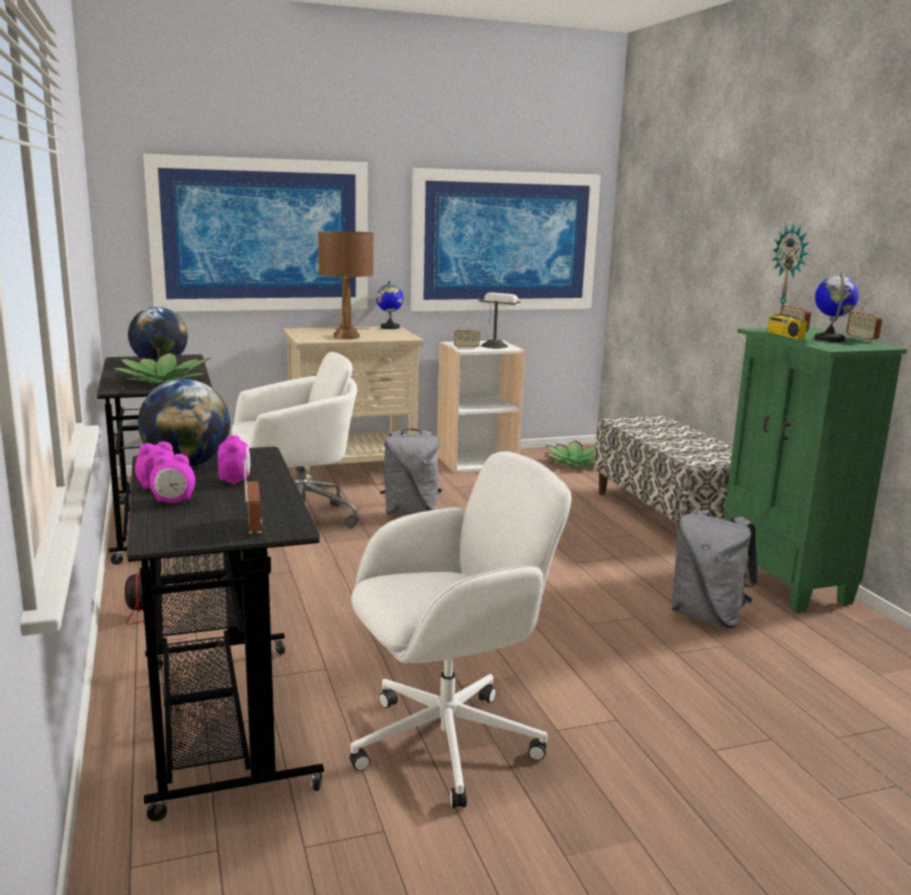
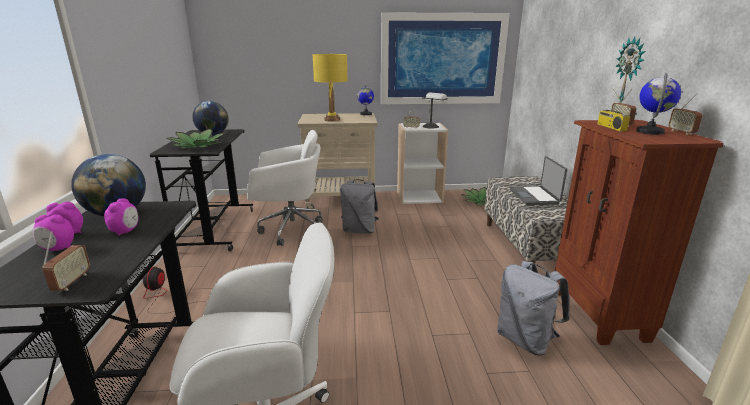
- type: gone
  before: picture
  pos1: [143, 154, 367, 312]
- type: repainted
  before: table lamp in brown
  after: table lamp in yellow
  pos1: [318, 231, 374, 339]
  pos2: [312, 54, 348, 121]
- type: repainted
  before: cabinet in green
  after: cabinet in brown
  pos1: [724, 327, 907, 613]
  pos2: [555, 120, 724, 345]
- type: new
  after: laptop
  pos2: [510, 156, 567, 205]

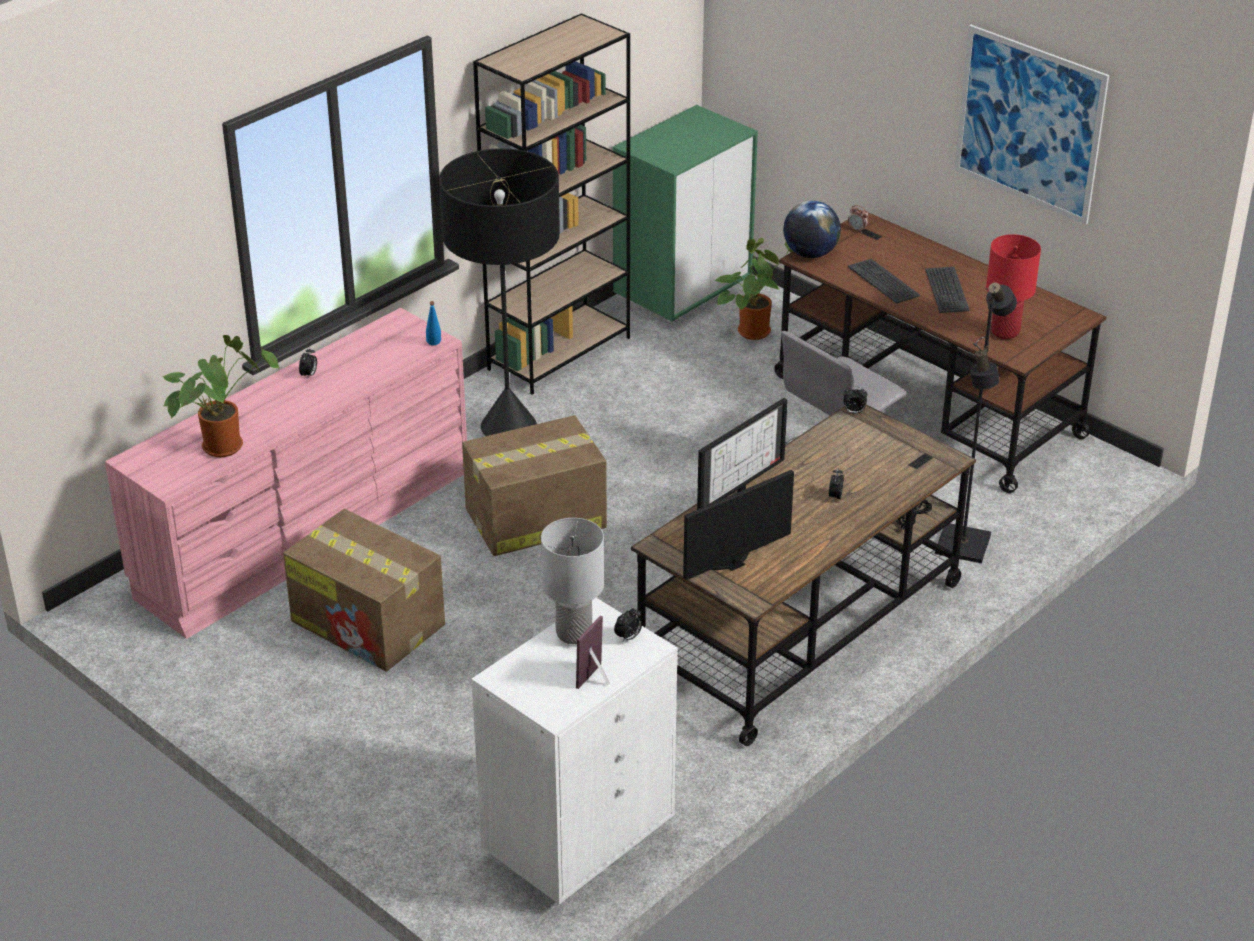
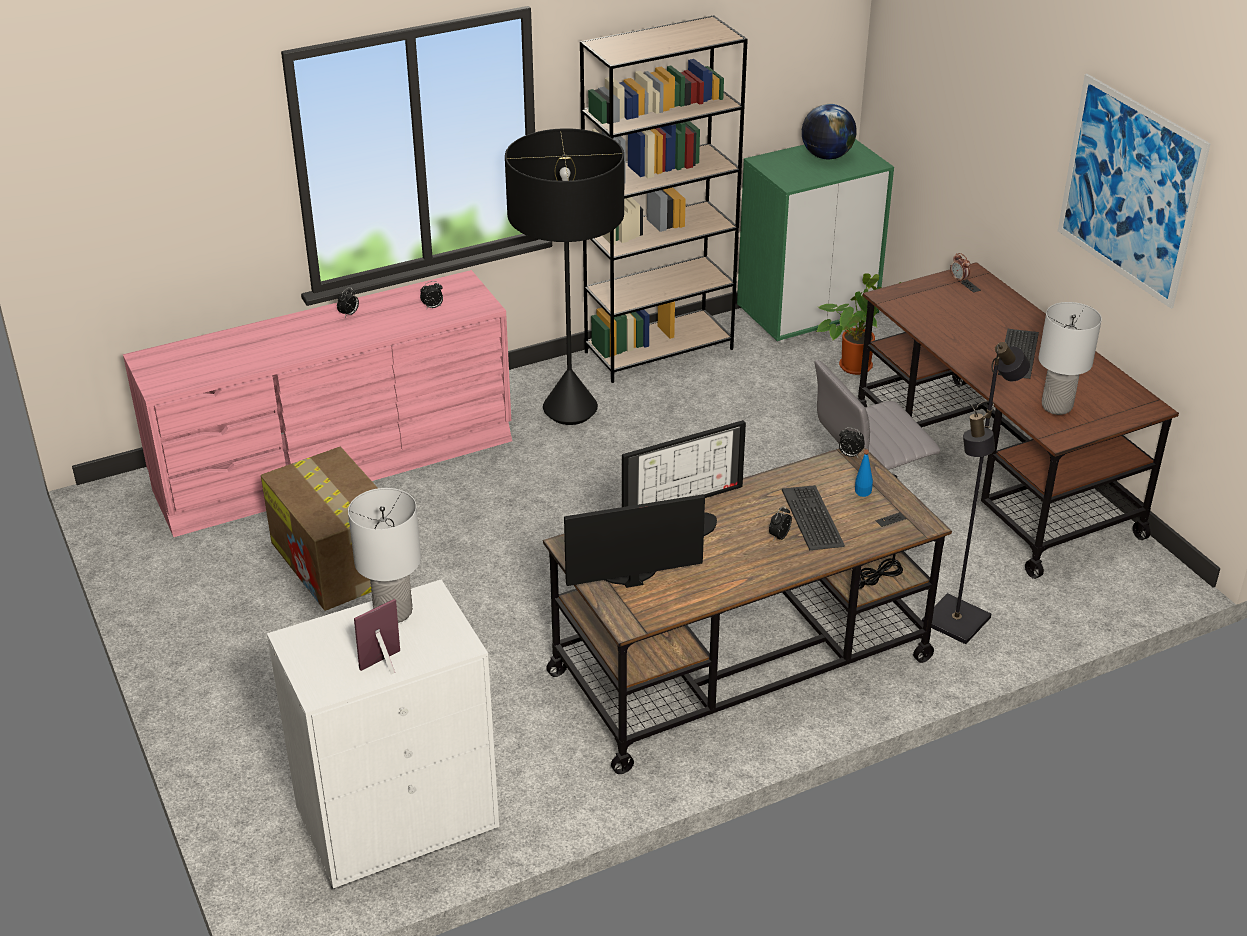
- type: gone
  before: potted plant
  pos1: [163, 335, 279, 457]
- type: shifted
  before: bottle in blue
  pos1: [426, 301, 441, 345]
  pos2: [855, 449, 873, 497]
- type: gone
  before: cardboard box
  pos1: [462, 415, 607, 556]
- type: shifted
  before: alarm clock
  pos1: [614, 607, 642, 642]
  pos2: [420, 281, 443, 309]
- type: shifted
  before: globe
  pos1: [783, 201, 841, 258]
  pos2: [802, 104, 857, 160]
- type: shifted
  before: keyboard
  pos1: [848, 259, 920, 304]
  pos2: [782, 485, 845, 550]
- type: repainted
  before: table lamp in red
  after: table lamp in grey
  pos1: [986, 234, 1041, 339]
  pos2: [1038, 302, 1102, 415]

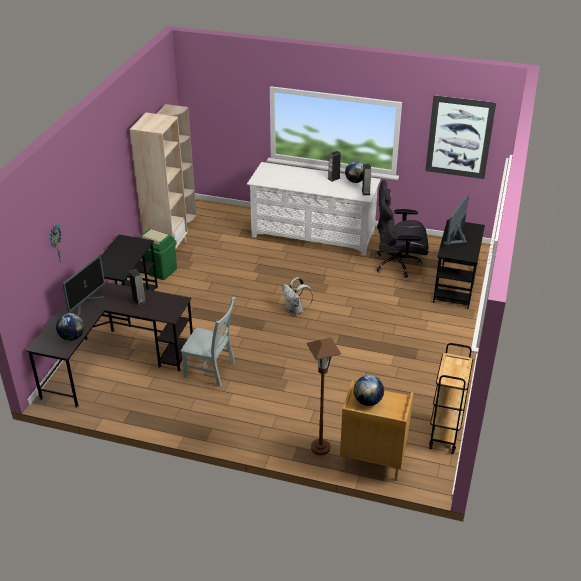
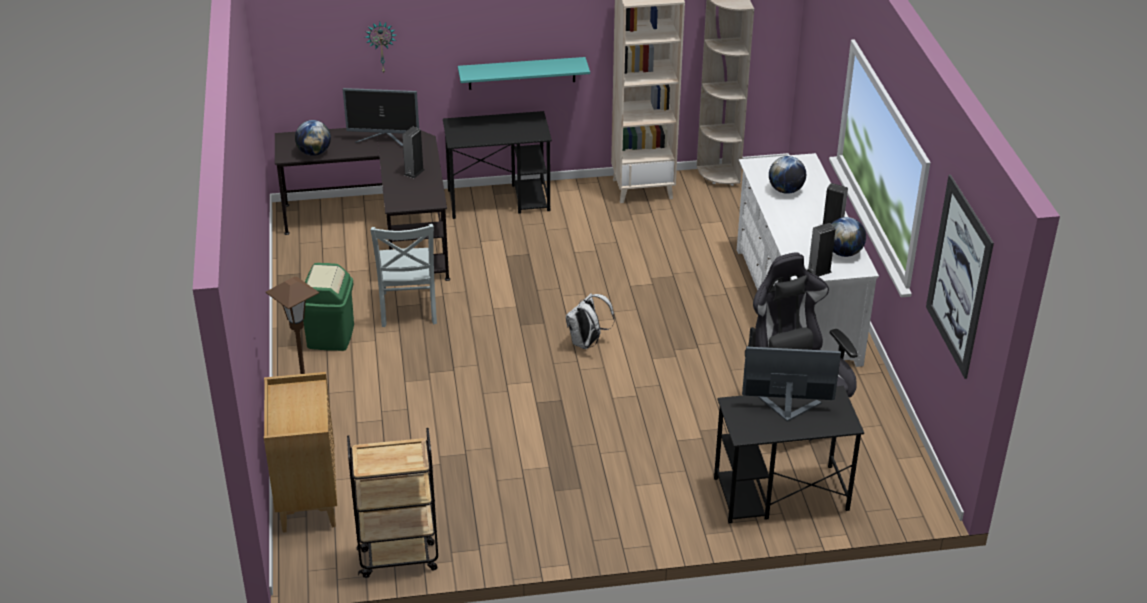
- type: shifted
  before: trash can in green
  pos1: [141, 229, 177, 280]
  pos2: [303, 263, 354, 351]
- type: shifted
  before: globe
  pos1: [354, 375, 384, 406]
  pos2: [769, 156, 806, 194]
- type: new
  after: shelf in turquoise
  pos2: [458, 57, 590, 90]

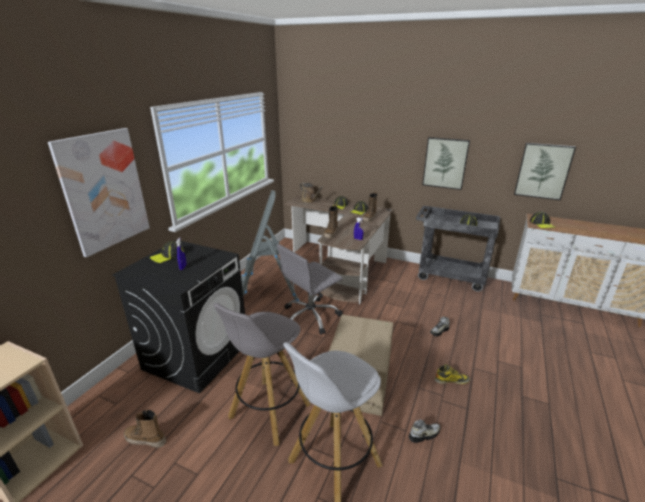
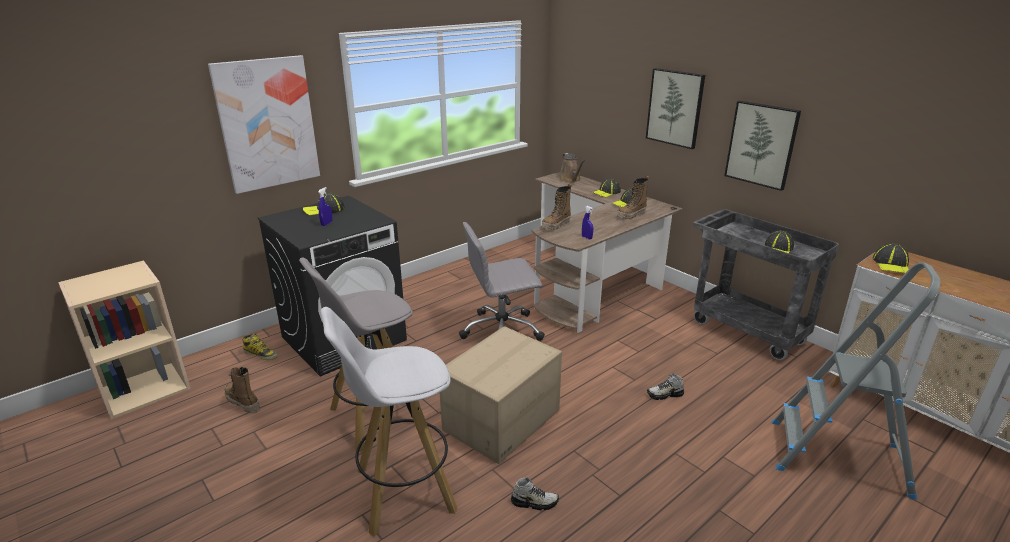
- type: shifted
  before: step ladder in grey
  pos1: [241, 190, 299, 301]
  pos2: [772, 262, 941, 500]
- type: shifted
  before: boot
  pos1: [435, 364, 470, 384]
  pos2: [242, 333, 278, 360]
- type: shifted
  before: picture
  pos1: [514, 143, 576, 200]
  pos2: [646, 68, 705, 149]

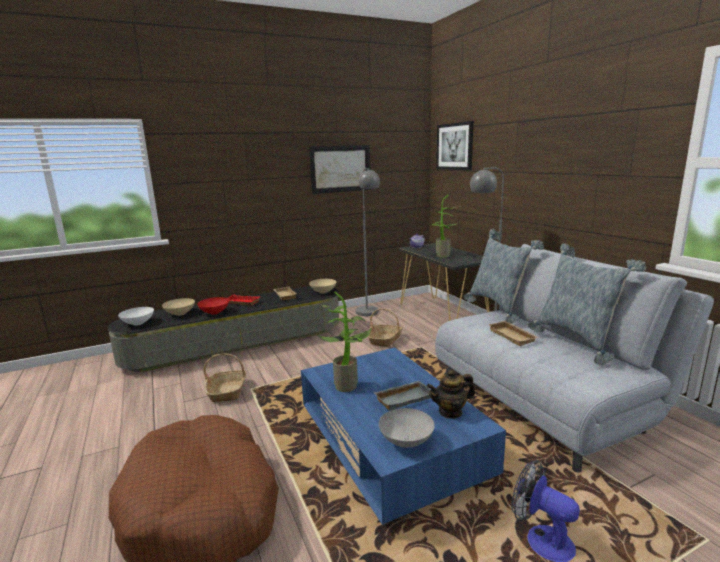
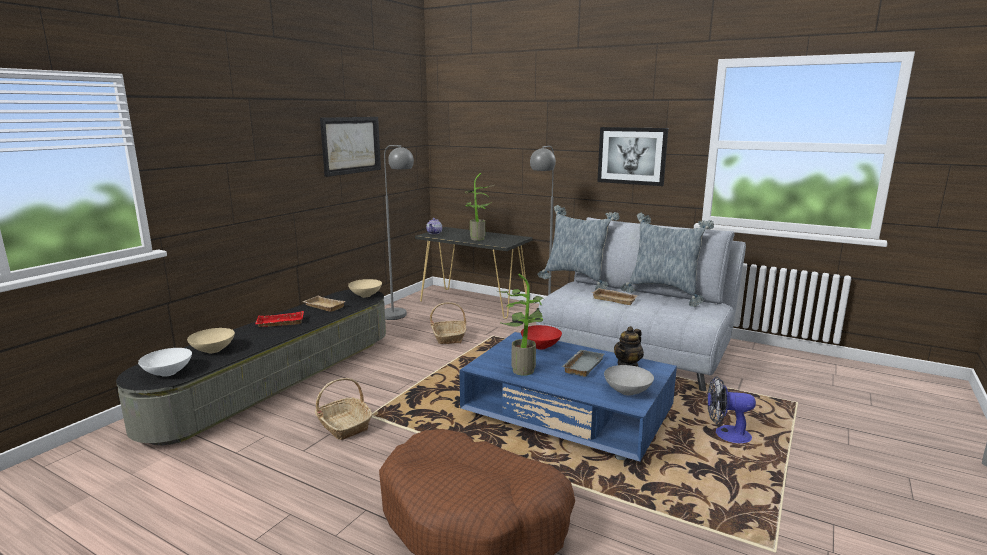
- type: shifted
  before: bowl in red
  pos1: [197, 297, 229, 315]
  pos2: [521, 325, 562, 349]
- type: shifted
  before: picture
  pos1: [436, 121, 474, 170]
  pos2: [597, 127, 668, 186]

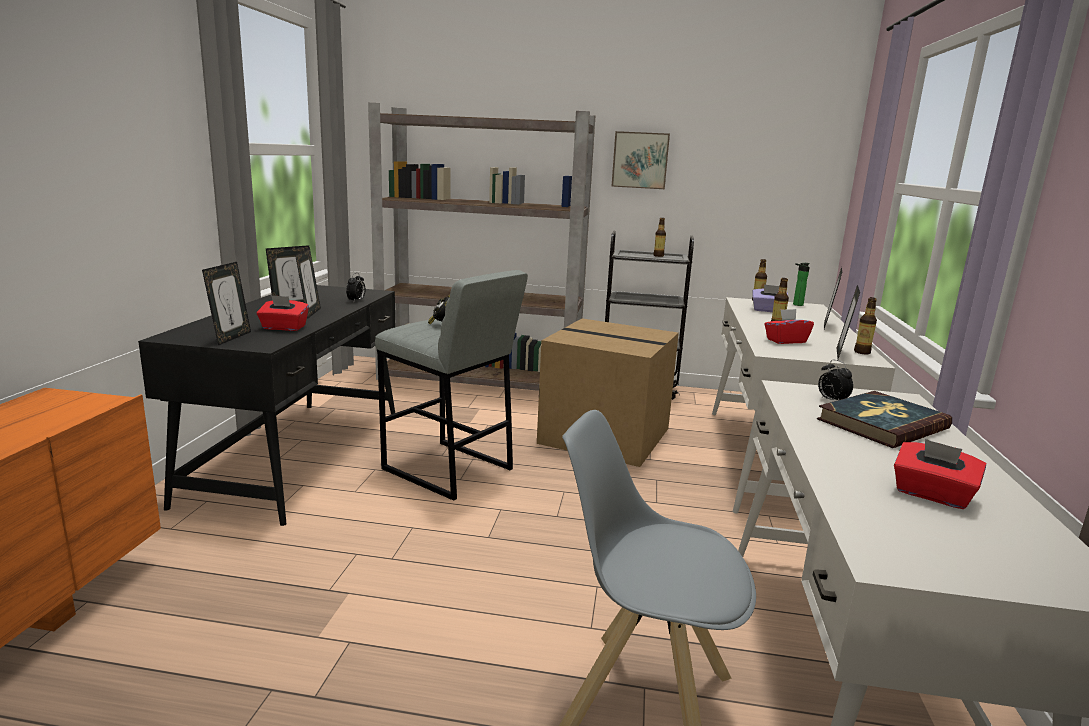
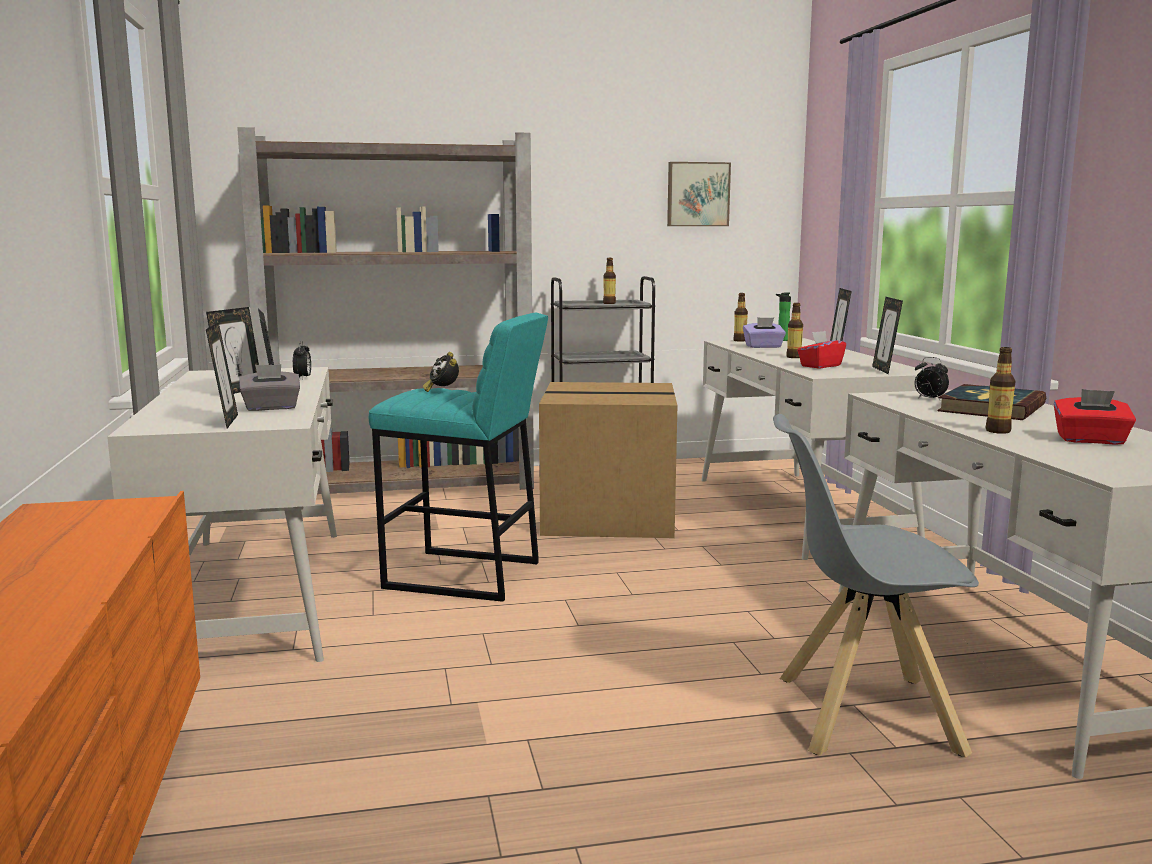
- type: repainted
  before: desk in black
  after: desk in white
  pos1: [138, 285, 395, 526]
  pos2: [107, 367, 337, 662]
- type: repainted
  before: tissue box in red
  after: tissue box in grey
  pos1: [257, 295, 309, 331]
  pos2: [239, 364, 300, 411]
- type: repainted
  before: stool in grey
  after: stool in turquoise
  pos1: [375, 270, 528, 501]
  pos2: [369, 312, 548, 602]
- type: shifted
  before: picture
  pos1: [611, 131, 670, 189]
  pos2: [667, 162, 731, 226]
- type: shifted
  before: bottle
  pos1: [854, 297, 877, 354]
  pos2: [986, 347, 1015, 434]

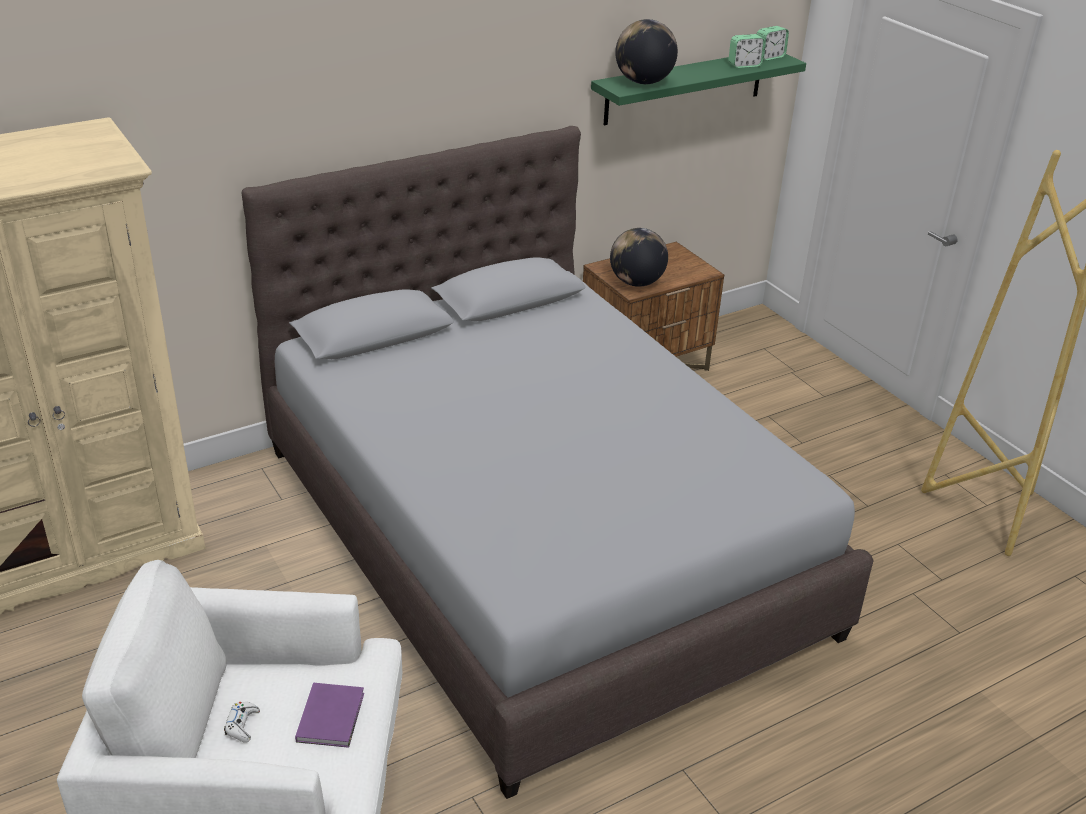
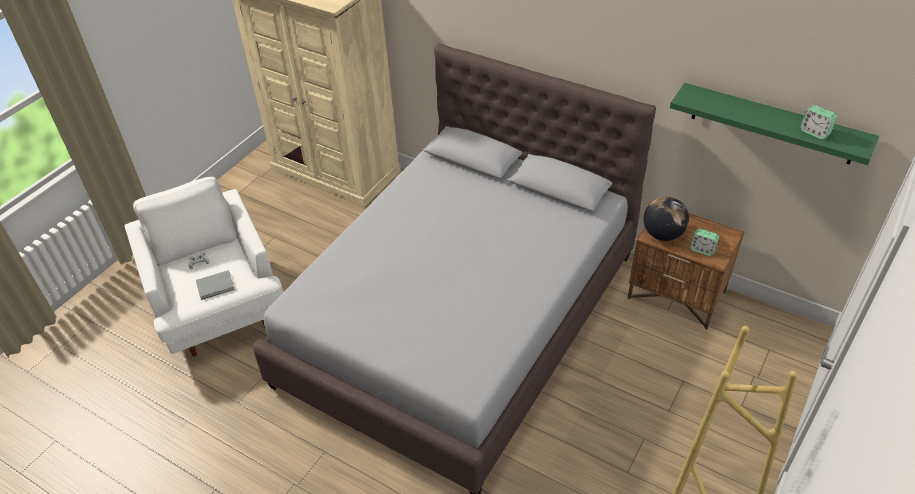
- type: repainted
  before: book in purple
  after: book in grey
  pos1: [295, 683, 364, 748]
  pos2: [196, 270, 235, 300]
- type: gone
  before: globe
  pos1: [615, 19, 678, 84]
- type: shifted
  before: alarm clock
  pos1: [757, 26, 789, 61]
  pos2: [690, 228, 719, 256]

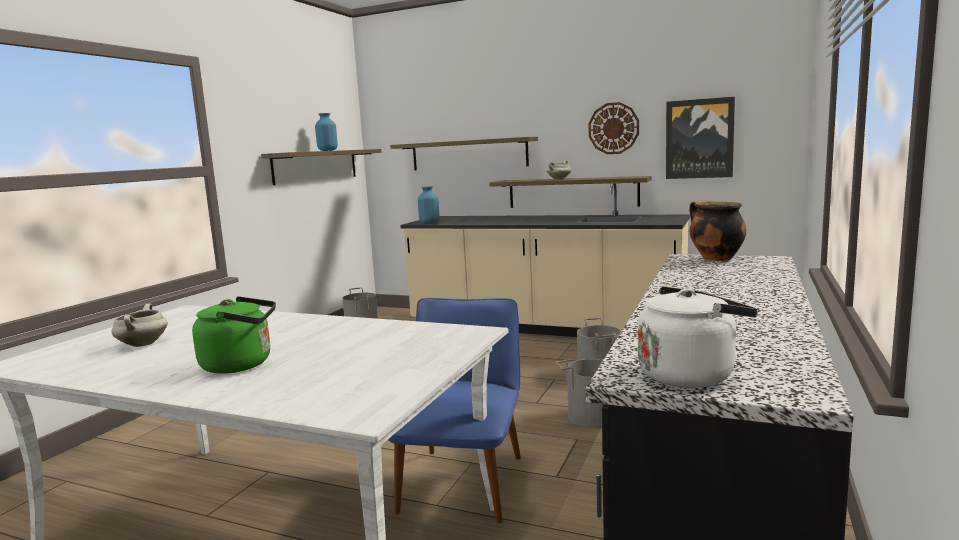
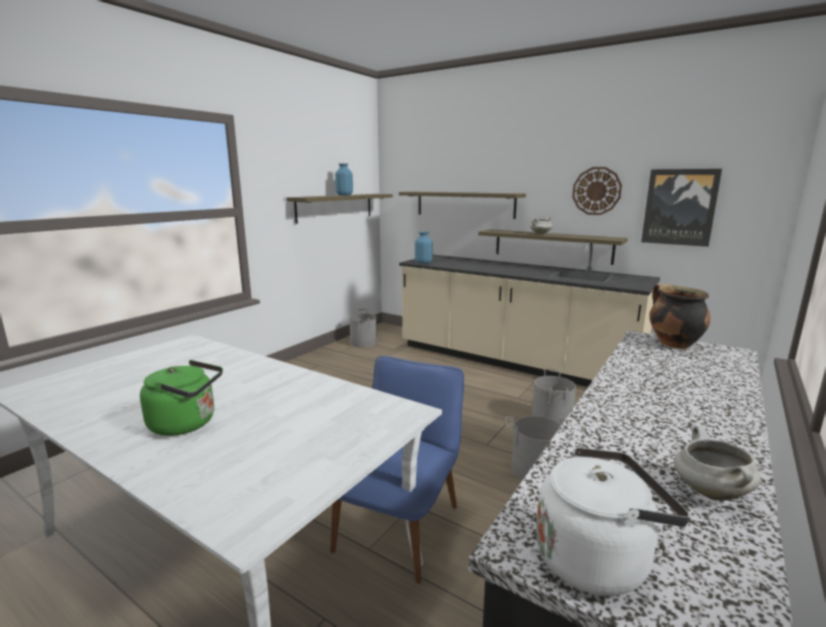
- type: shifted
  before: cooking pot in white
  pos1: [111, 303, 168, 347]
  pos2: [674, 426, 761, 501]

